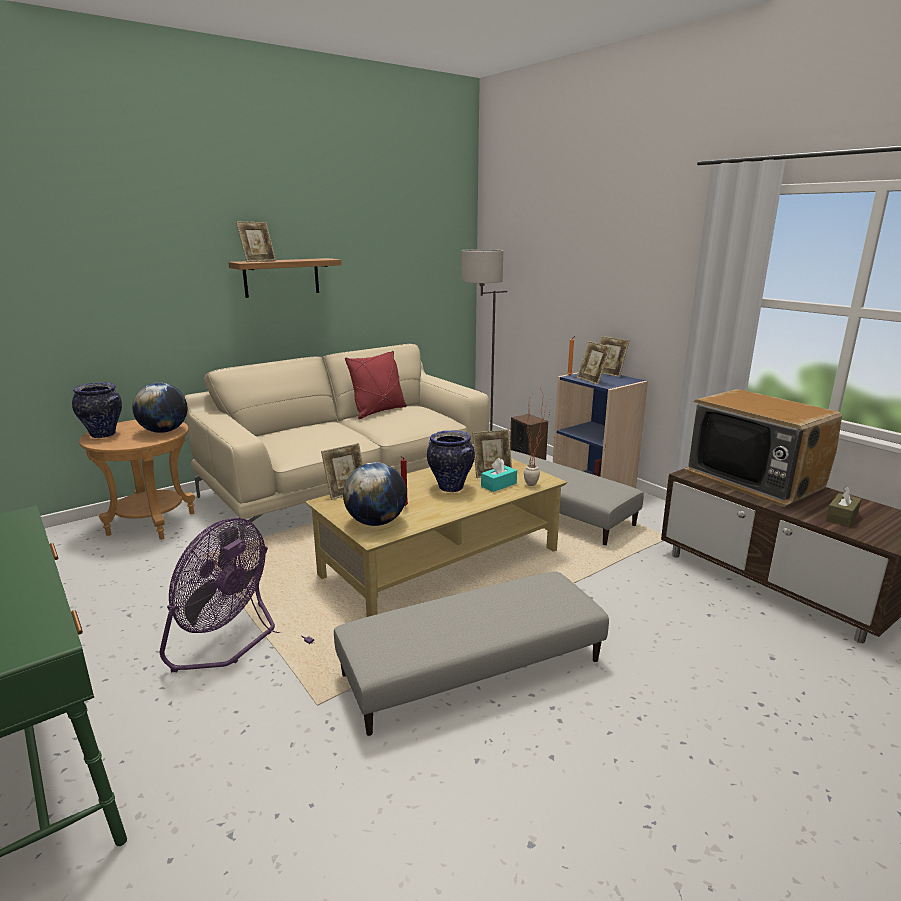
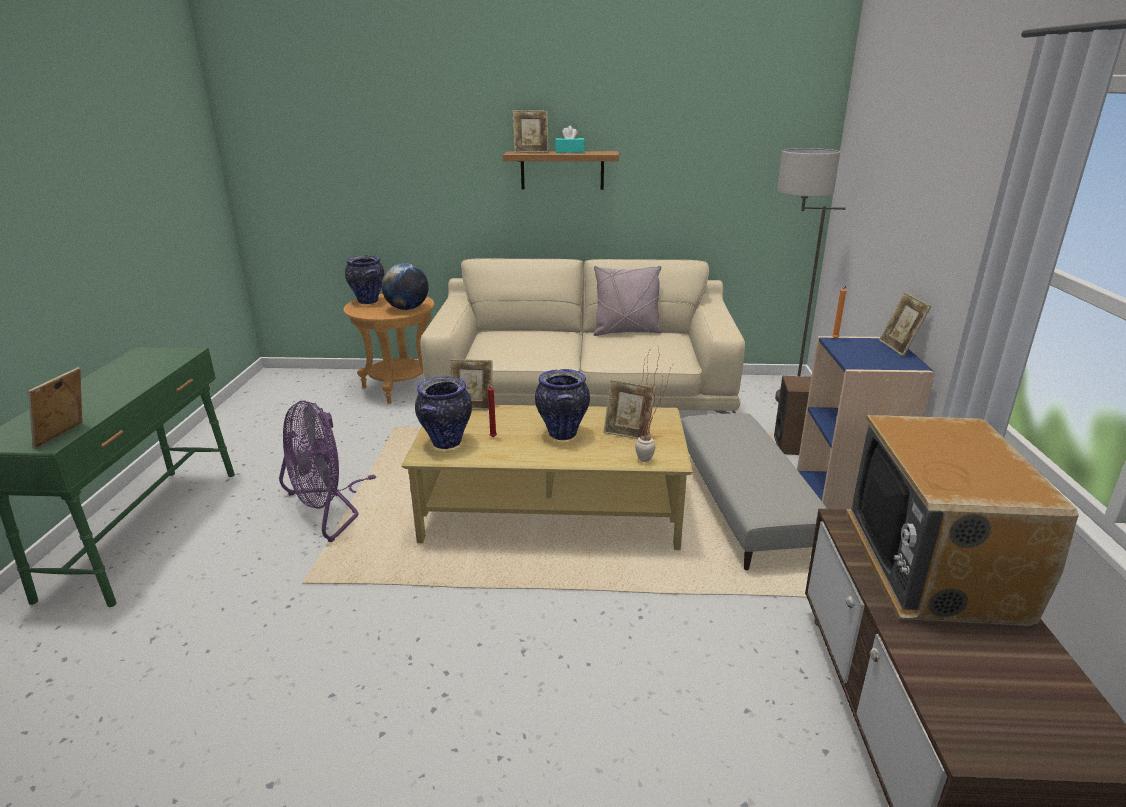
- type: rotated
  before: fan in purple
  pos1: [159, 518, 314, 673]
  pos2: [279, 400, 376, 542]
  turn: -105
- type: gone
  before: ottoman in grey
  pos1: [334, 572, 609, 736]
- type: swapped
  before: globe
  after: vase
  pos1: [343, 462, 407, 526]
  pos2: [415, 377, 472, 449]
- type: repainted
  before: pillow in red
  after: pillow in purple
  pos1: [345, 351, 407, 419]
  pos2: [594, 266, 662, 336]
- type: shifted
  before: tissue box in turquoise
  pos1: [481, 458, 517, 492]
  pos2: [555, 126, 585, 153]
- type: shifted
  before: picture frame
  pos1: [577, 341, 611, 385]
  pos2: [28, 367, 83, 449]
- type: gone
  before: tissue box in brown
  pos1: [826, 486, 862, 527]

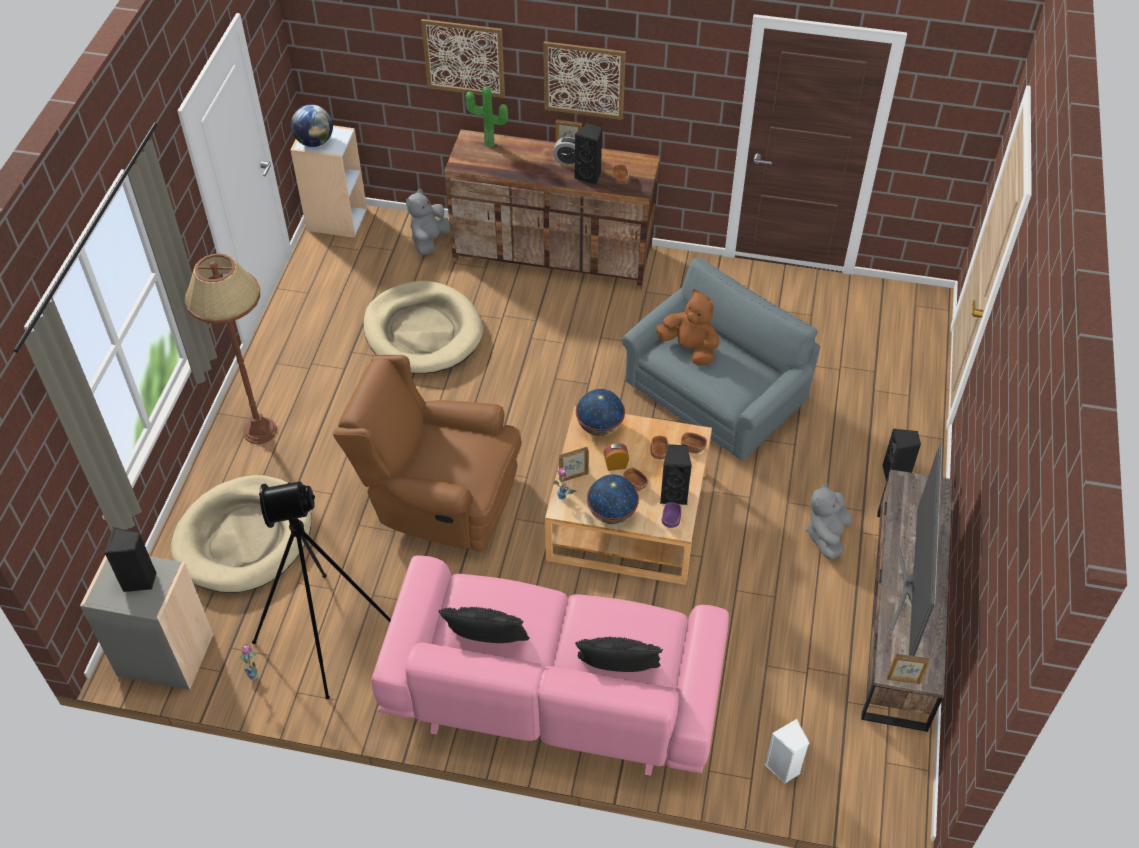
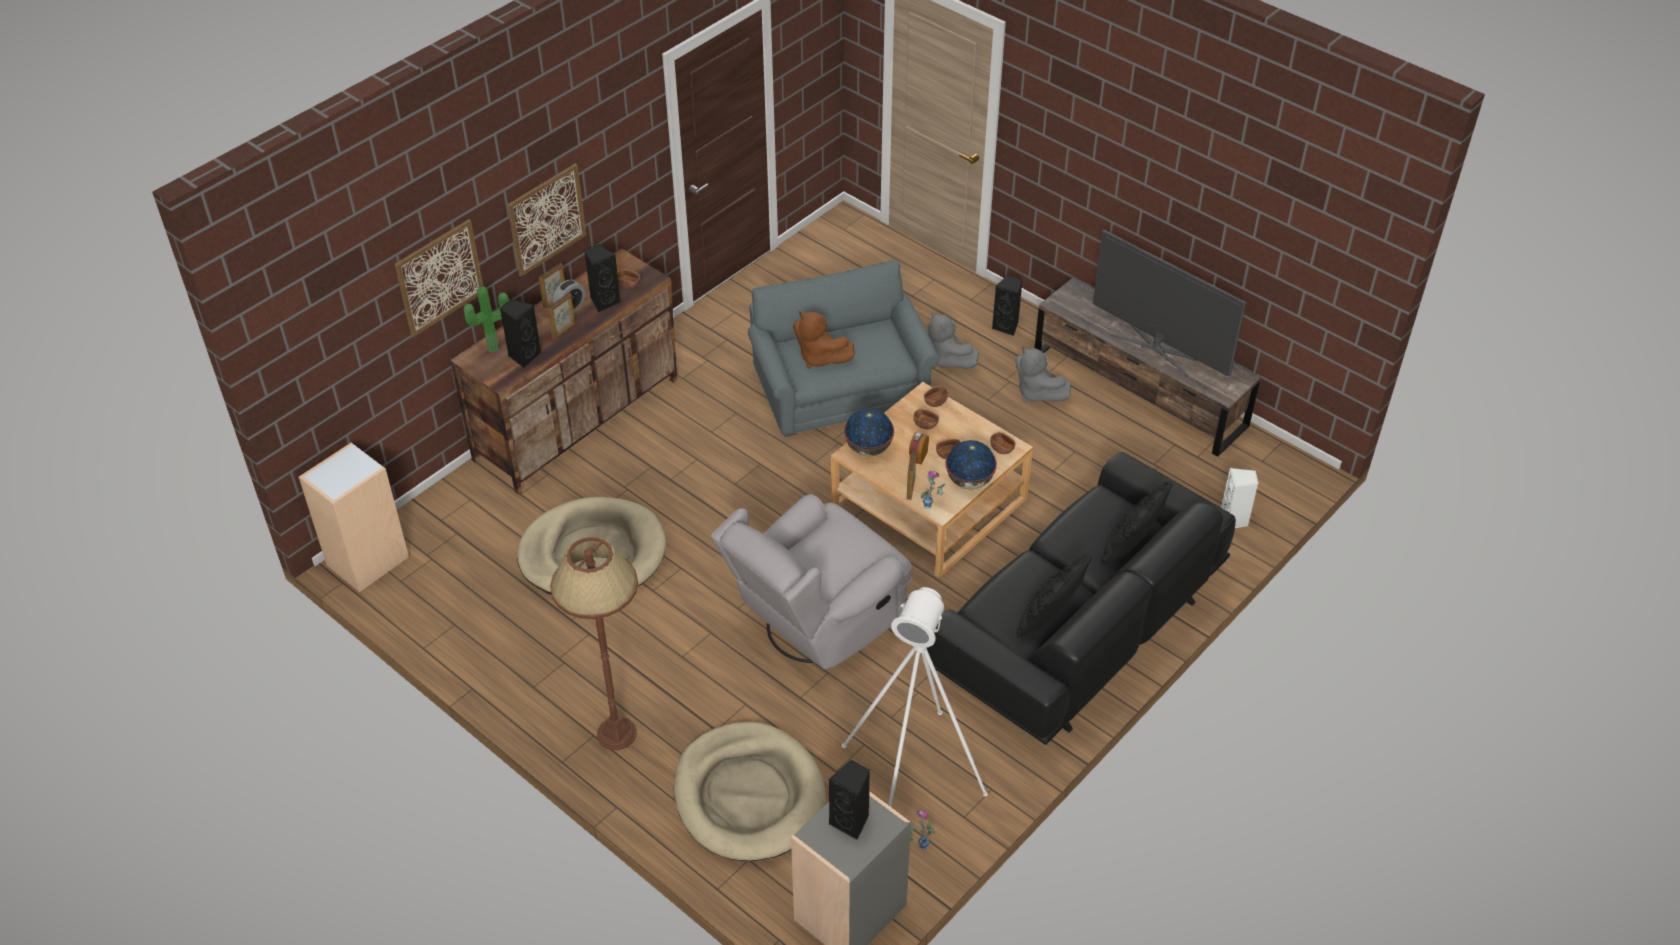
- type: repainted
  before: floor lamp in black
  after: floor lamp in white
  pos1: [252, 481, 391, 700]
  pos2: [842, 587, 988, 807]
- type: gone
  before: globe
  pos1: [291, 105, 333, 147]
- type: repainted
  before: armchair in brown
  after: armchair in grey
  pos1: [333, 355, 522, 552]
  pos2: [711, 494, 912, 669]
- type: repainted
  before: sofa in pink
  after: sofa in black
  pos1: [372, 555, 729, 776]
  pos2: [927, 452, 1236, 745]
- type: shifted
  before: plush toy in grey
  pos1: [406, 189, 450, 255]
  pos2: [928, 312, 979, 369]
- type: rotated
  before: plush toy in brown
  pos1: [656, 289, 719, 365]
  pos2: [793, 311, 855, 369]
  turn: -120
- type: shifted
  before: speaker in black
  pos1: [660, 444, 692, 505]
  pos2: [500, 298, 541, 368]
- type: repainted
  before: bowl in purple
  after: bowl in brown
  pos1: [662, 502, 681, 528]
  pos2: [990, 432, 1016, 454]
- type: shifted
  before: picture frame
  pos1: [887, 654, 930, 684]
  pos2: [548, 293, 575, 339]

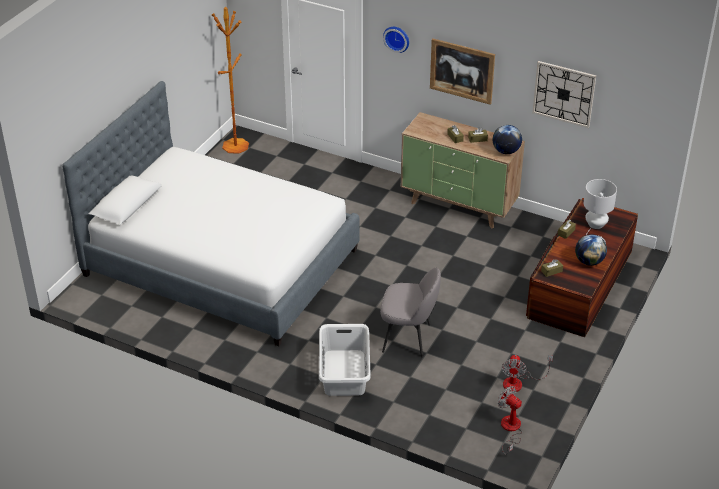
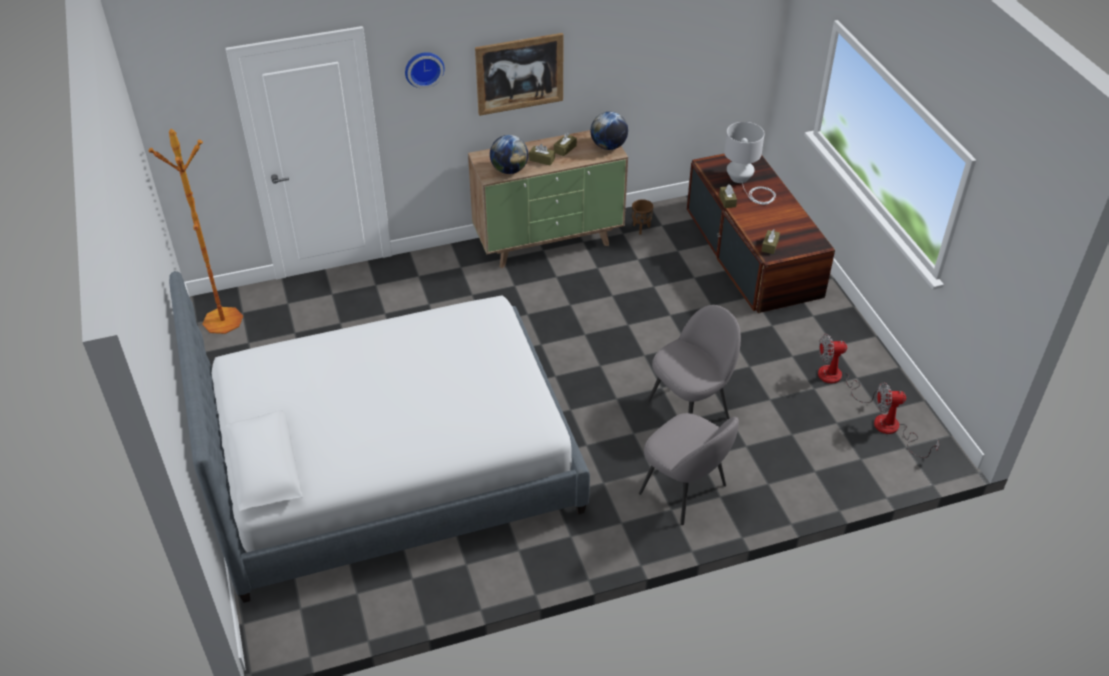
- type: swapped
  before: laundry basket in grey
  after: chair in grey
  pos1: [319, 324, 371, 396]
  pos2: [639, 413, 739, 525]
- type: rotated
  before: fan
  pos1: [502, 355, 553, 392]
  pos2: [818, 333, 881, 403]
  turn: 120
- type: gone
  before: wall clock
  pos1: [532, 61, 596, 128]
- type: shifted
  before: globe
  pos1: [575, 234, 607, 266]
  pos2: [490, 135, 528, 174]
- type: new
  after: planter in brown
  pos2: [632, 199, 653, 235]

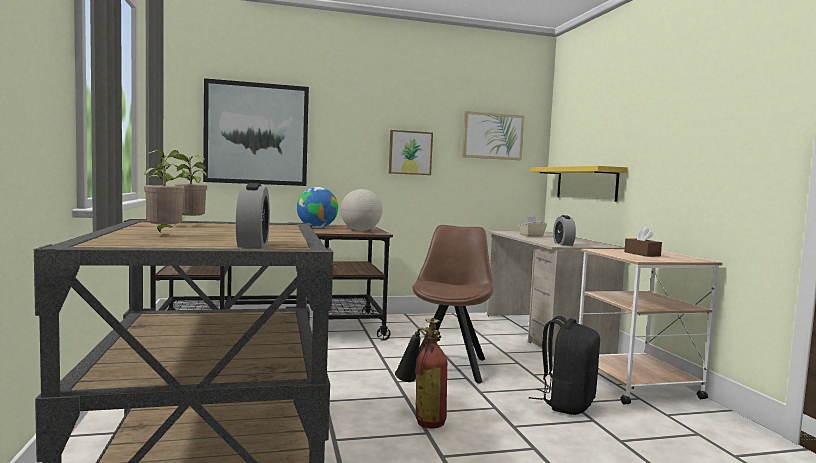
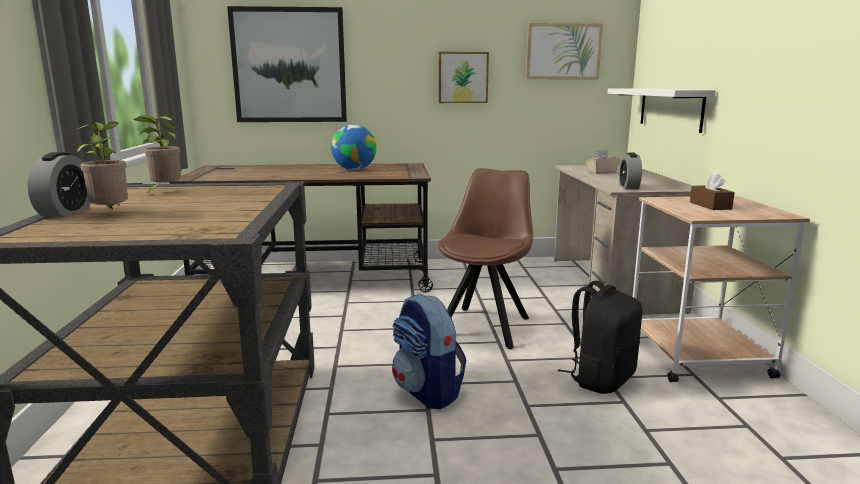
- type: shifted
  before: alarm clock
  pos1: [236, 183, 270, 248]
  pos2: [27, 152, 91, 217]
- type: gone
  before: globe
  pos1: [340, 189, 382, 231]
- type: swapped
  before: fire extinguisher
  after: backpack
  pos1: [395, 318, 447, 429]
  pos2: [392, 294, 466, 409]
- type: repainted
  before: shelf in yellow
  after: shelf in white
  pos1: [530, 166, 628, 202]
  pos2: [607, 88, 716, 133]

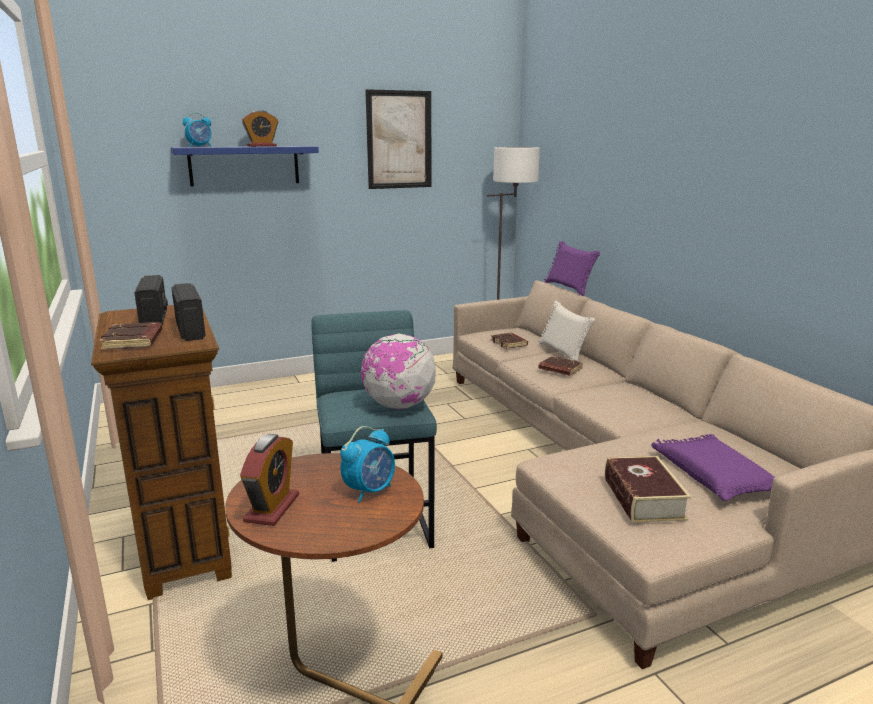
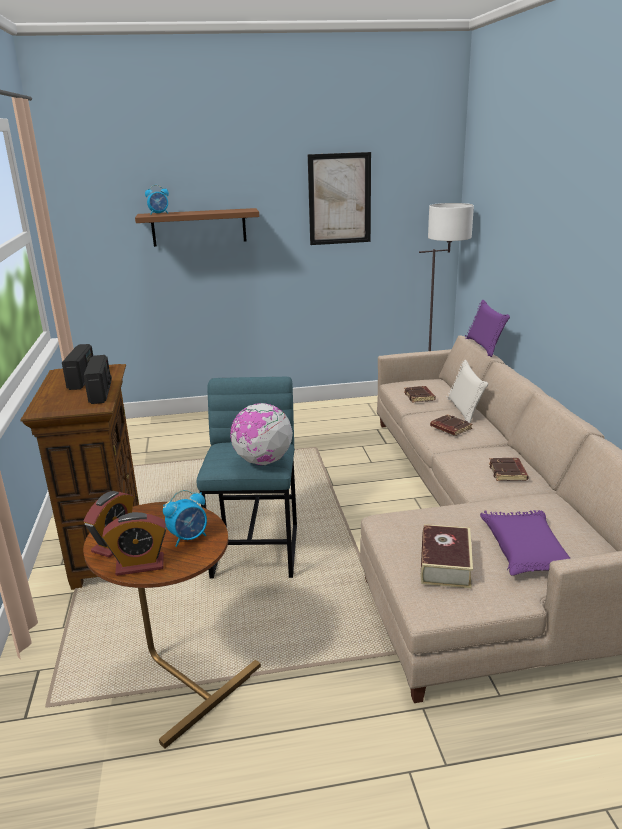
- type: shifted
  before: book in brown
  pos1: [99, 322, 162, 350]
  pos2: [489, 458, 529, 481]
- type: repainted
  before: shelf in blue
  after: shelf in brown
  pos1: [171, 146, 319, 186]
  pos2: [135, 208, 259, 247]
- type: shifted
  before: alarm clock
  pos1: [242, 110, 278, 147]
  pos2: [102, 512, 166, 576]

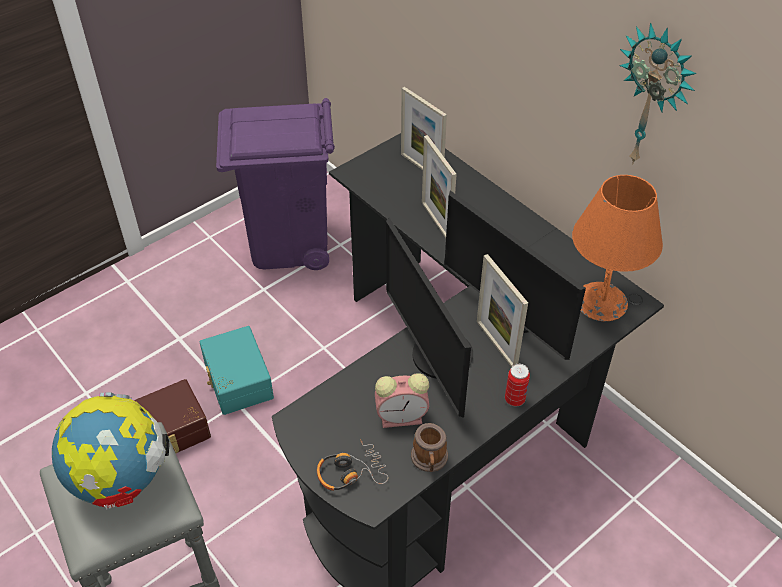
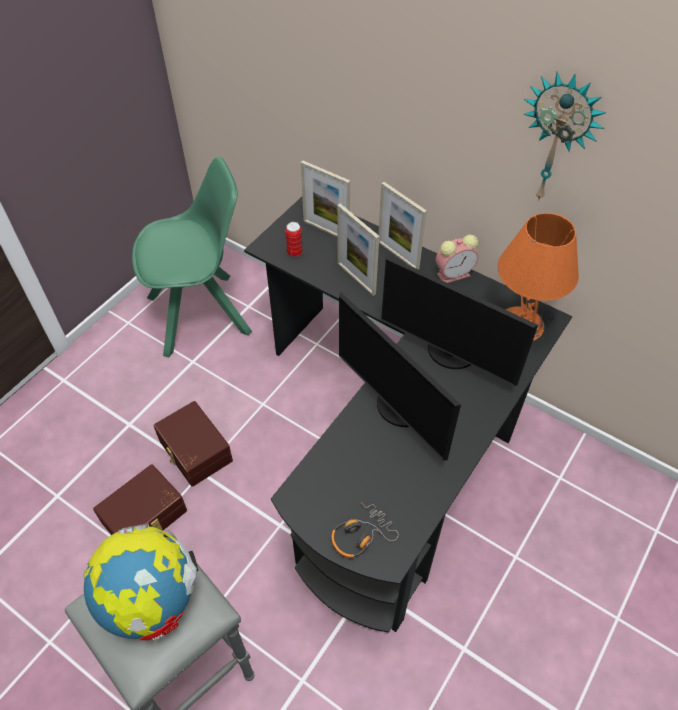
- type: repainted
  before: storage box in turquoise
  after: storage box in brown
  pos1: [200, 326, 274, 415]
  pos2: [153, 401, 233, 487]
- type: swapped
  before: trash can in purple
  after: chair in green
  pos1: [216, 98, 335, 270]
  pos2: [132, 157, 252, 357]
- type: shifted
  before: alarm clock
  pos1: [375, 373, 429, 428]
  pos2: [436, 235, 479, 283]
- type: gone
  before: mug
  pos1: [411, 423, 448, 472]
- type: shifted
  before: picture frame
  pos1: [477, 254, 528, 367]
  pos2: [378, 182, 427, 270]
- type: shifted
  before: can
  pos1: [505, 364, 530, 406]
  pos2: [286, 222, 303, 257]

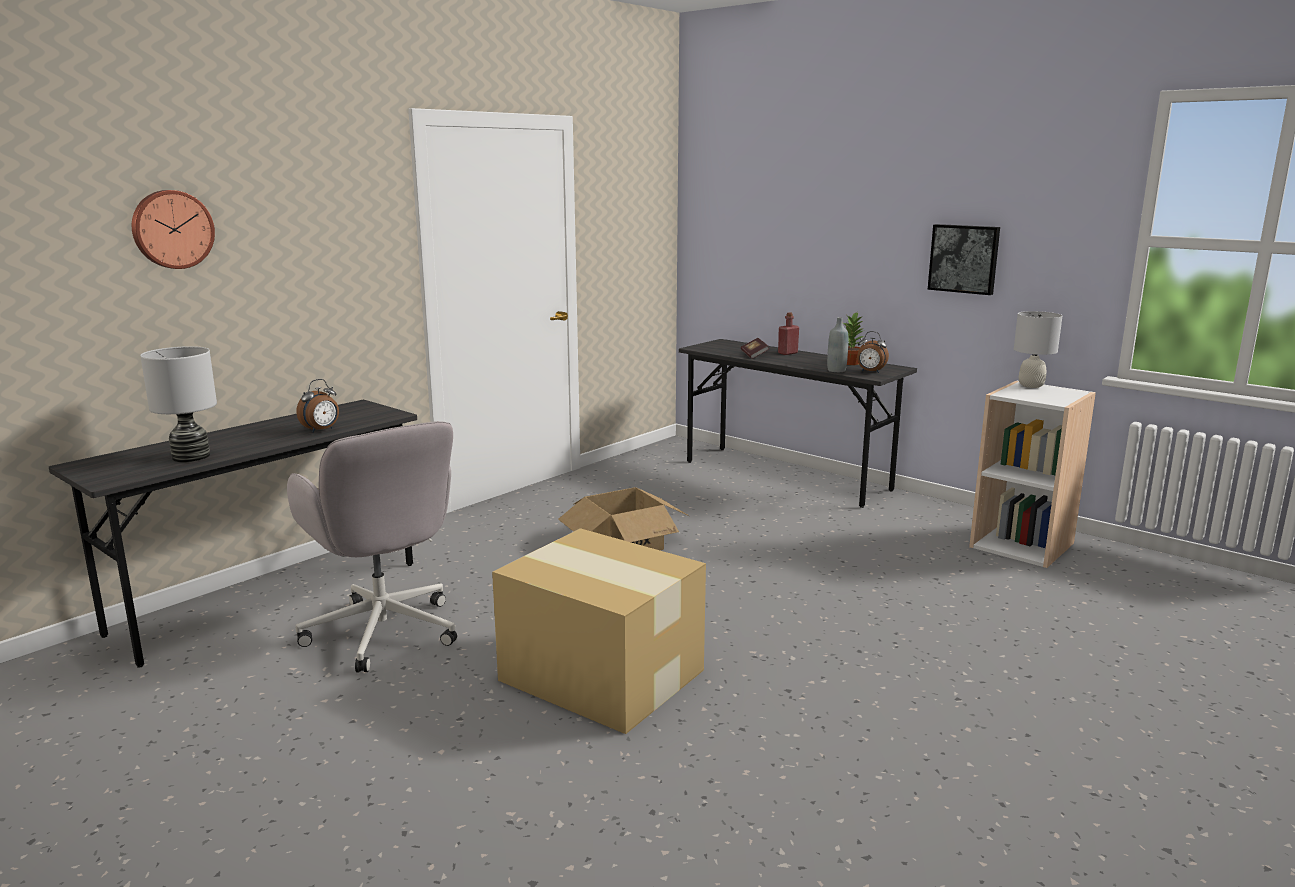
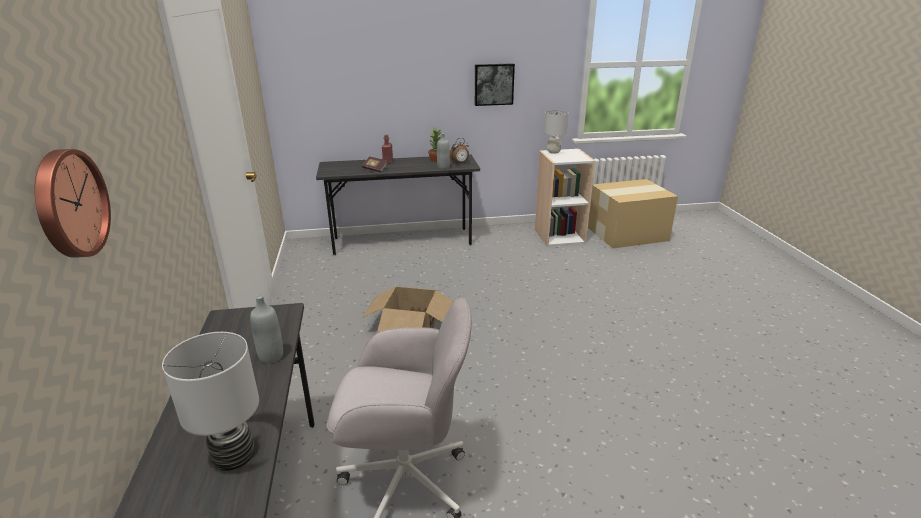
- type: swapped
  before: alarm clock
  after: bottle in grey
  pos1: [296, 379, 339, 433]
  pos2: [250, 295, 283, 363]
- type: shifted
  before: cardboard box
  pos1: [492, 528, 706, 734]
  pos2: [588, 179, 678, 248]

